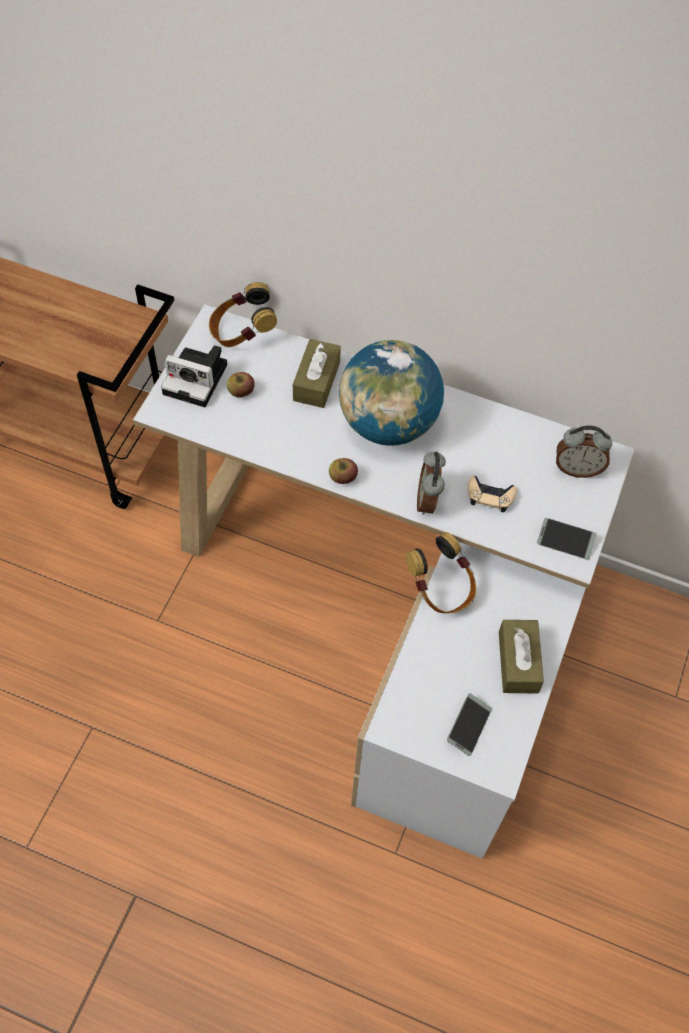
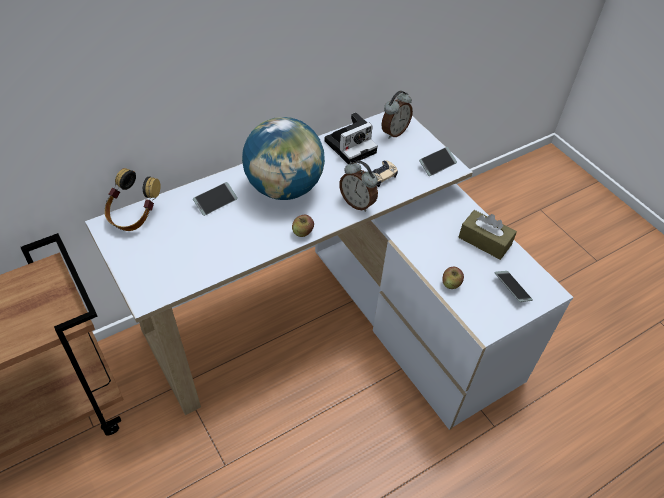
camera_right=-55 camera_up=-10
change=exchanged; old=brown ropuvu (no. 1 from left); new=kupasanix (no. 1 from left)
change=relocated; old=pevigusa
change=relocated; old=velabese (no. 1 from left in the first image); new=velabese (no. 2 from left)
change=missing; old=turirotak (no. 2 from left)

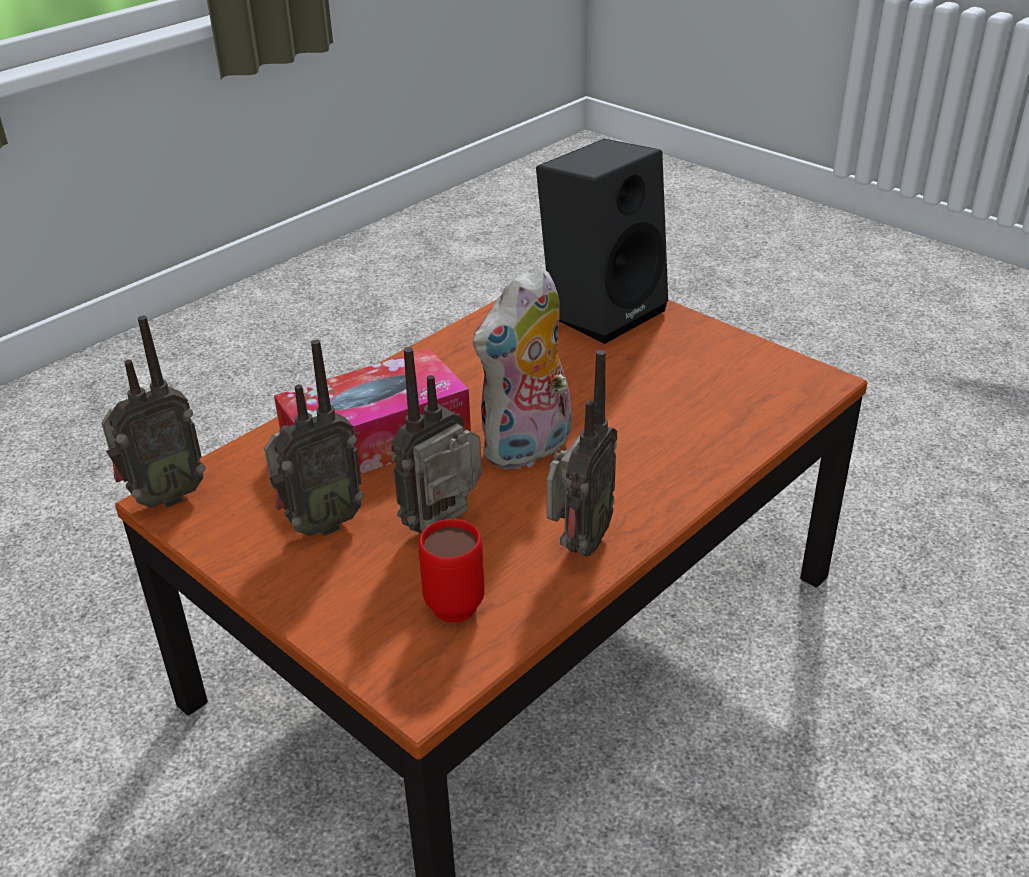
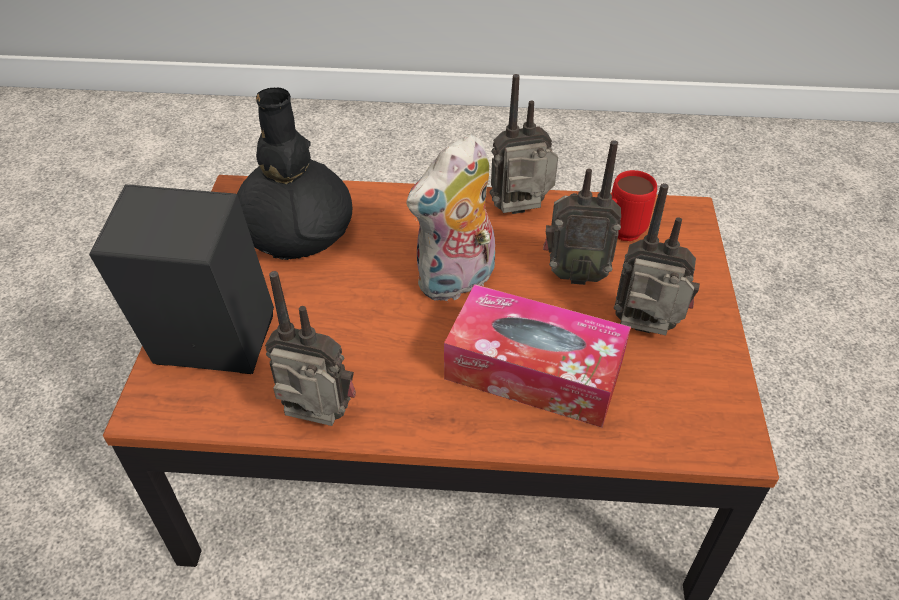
camera_right=-130 camera_up=10
change=spun; old=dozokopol; degrees=135
change=relocated; old=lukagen (no. 1 from left)
change=appeared; new=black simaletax

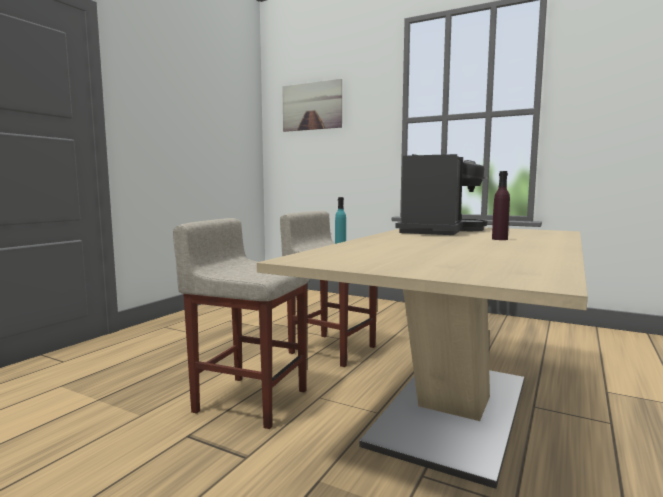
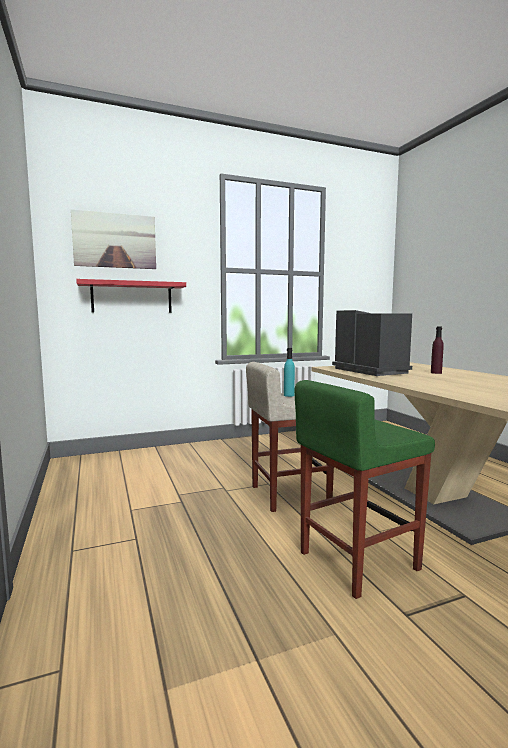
camera_right=-50 camera_up=0
change=colour; old=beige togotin (no. 1 from left); new=green togotin
change=appeared; new=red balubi

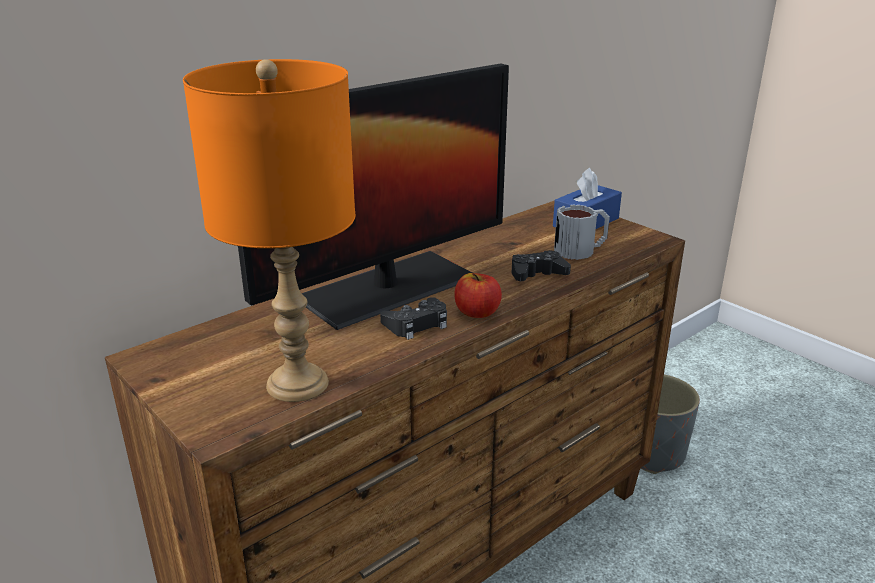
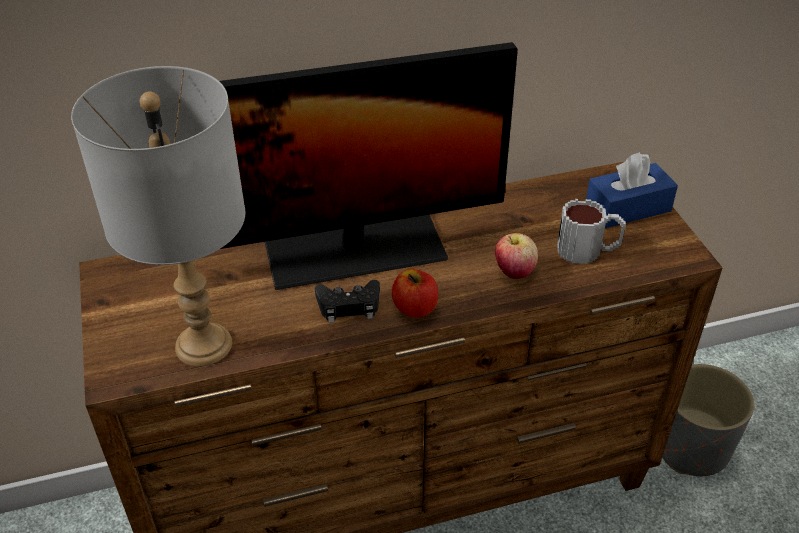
camera_right=25 camera_up=15
change=colour; old=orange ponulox; new=grey ponulox
change=exchanged; old=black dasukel (no. 2 from left); new=velabese (no. 2 from left)

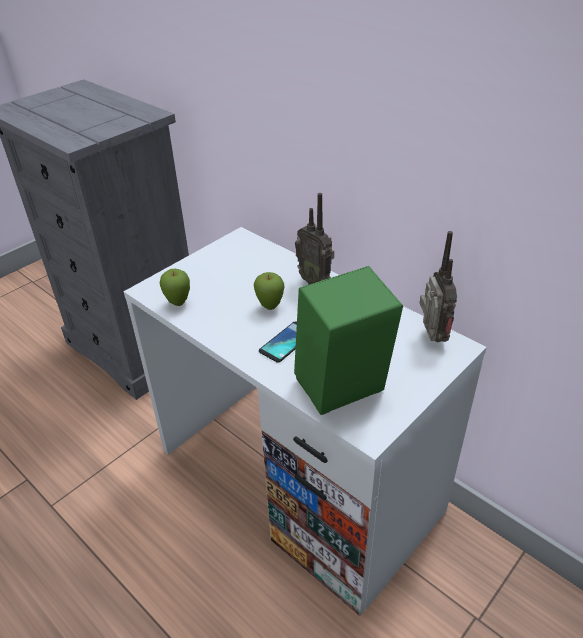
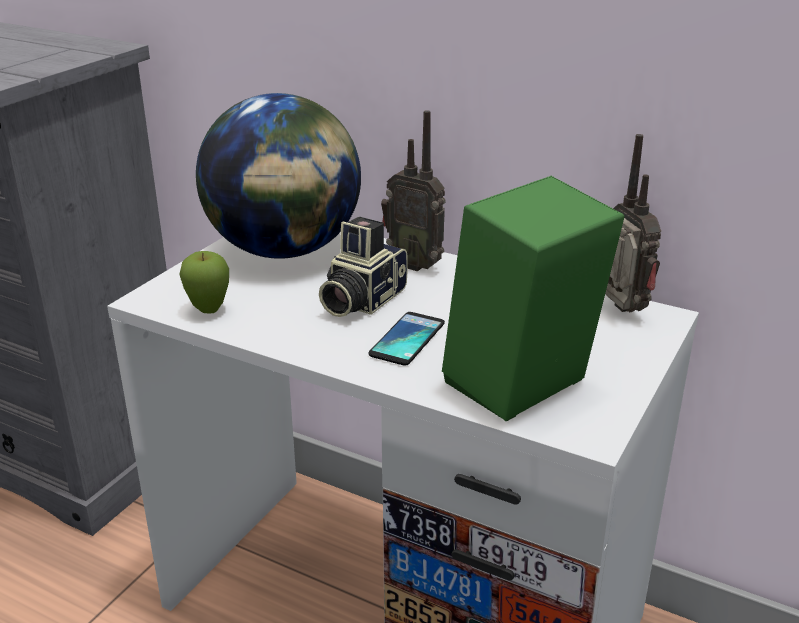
camera_right=-15 camera_up=-10
change=exchanged; old=velabese (no. 2 from left); new=pevigusa
change=appeared; new=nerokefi

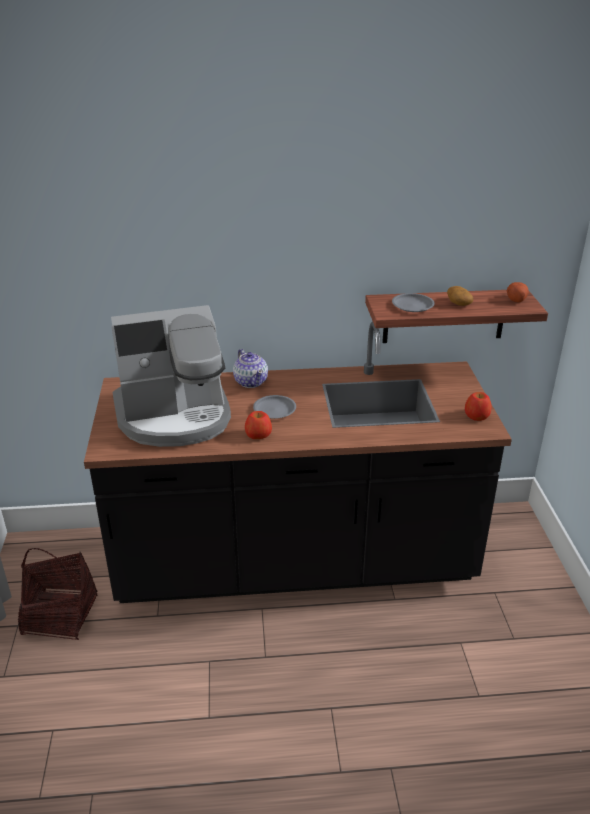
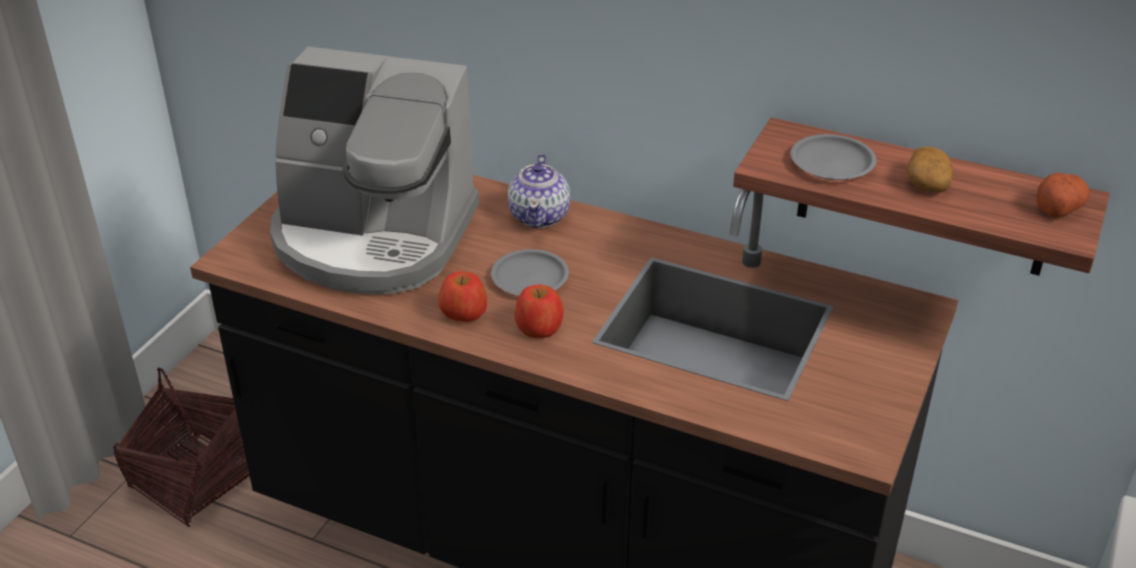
camera_right=30 camera_up=5
change=relocated; old=velabese (no. 2 from left)

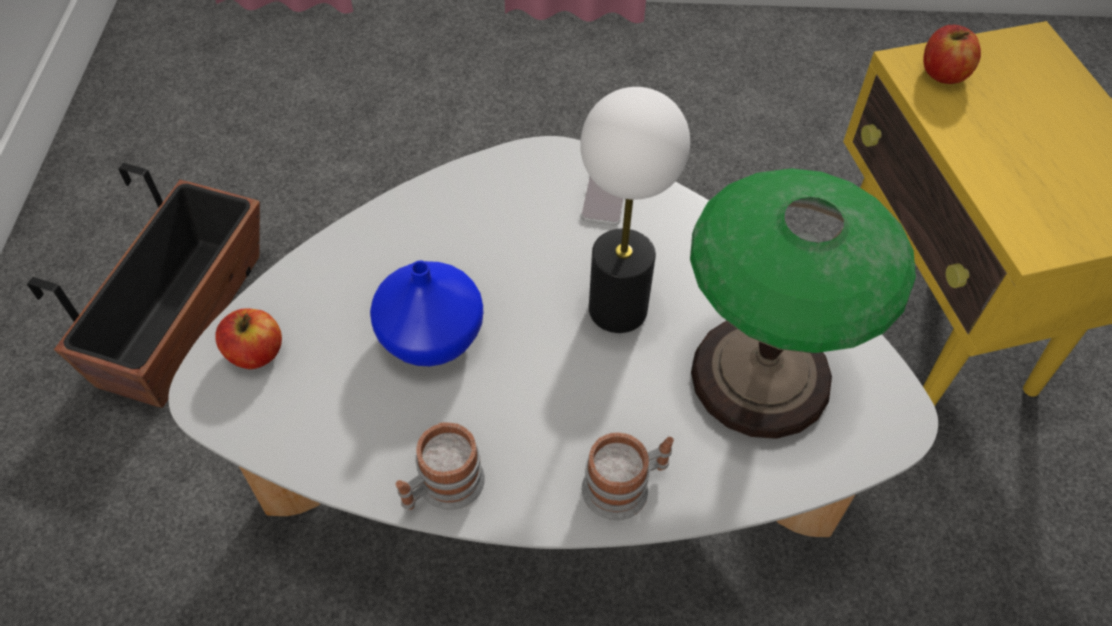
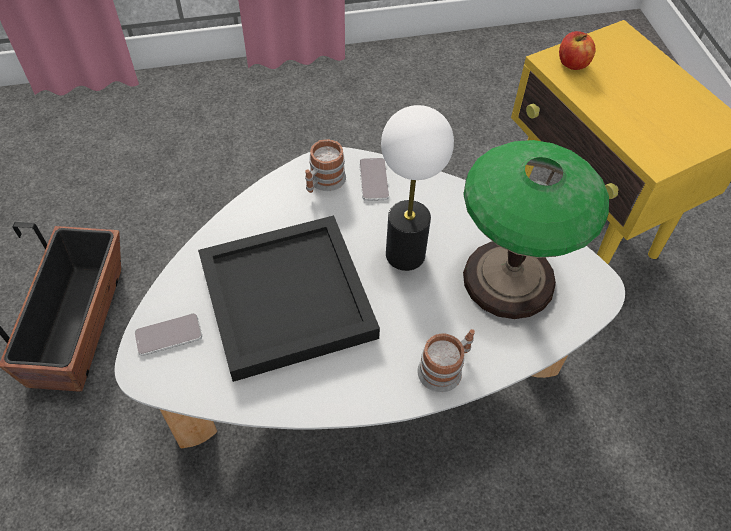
camera_right=-15 camera_up=0
change=exchanged; old=blue simaletax; new=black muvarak
change=exchanged; old=velabese (no. 1 from left); new=kupasanix (no. 1 from left)
change=relocated; old=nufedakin (no. 1 from left)

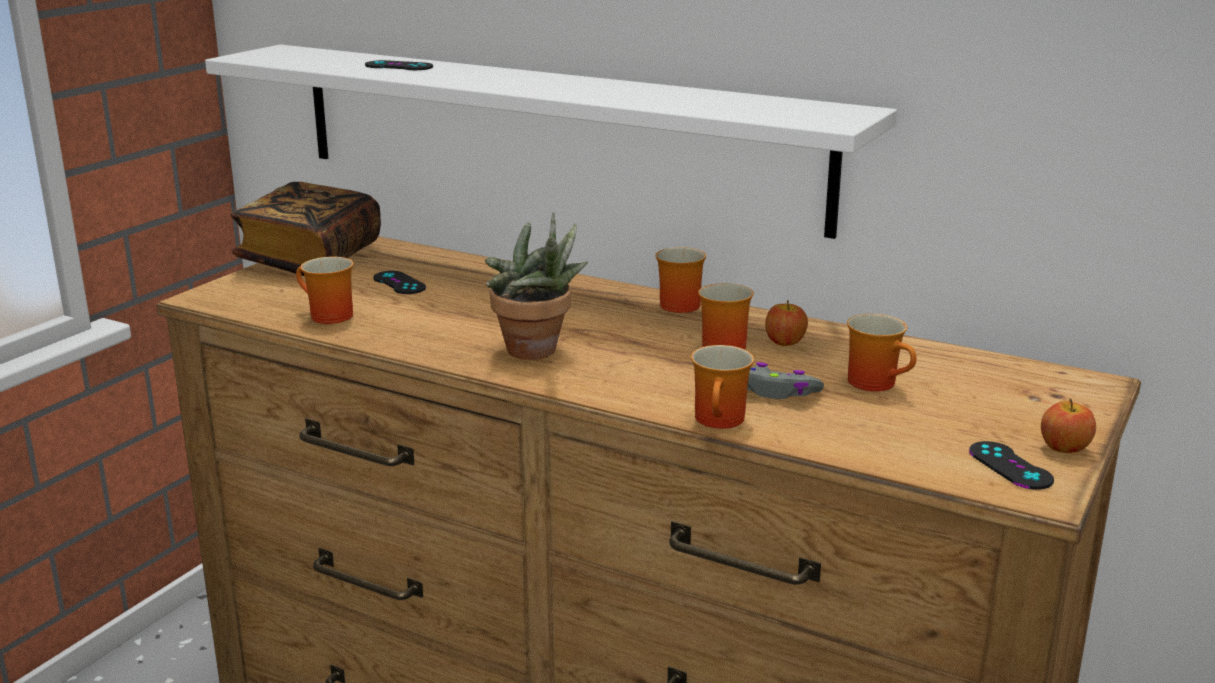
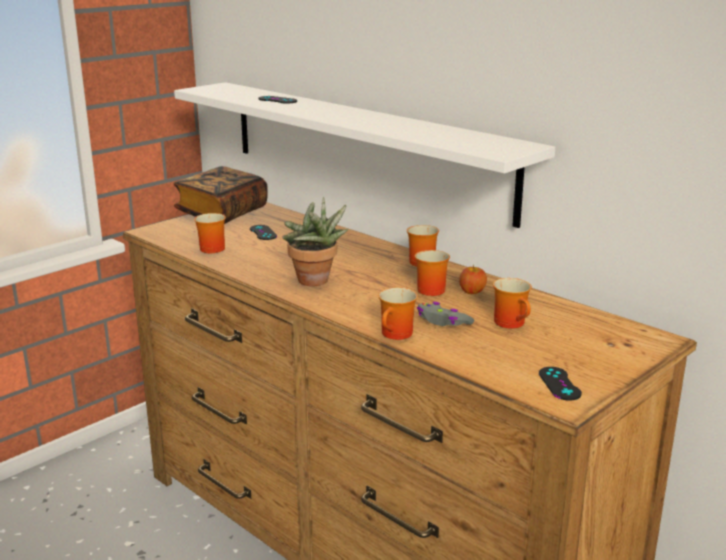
camera_right=15 camera_up=0
change=missing; old=velabese (no. 2 from left)

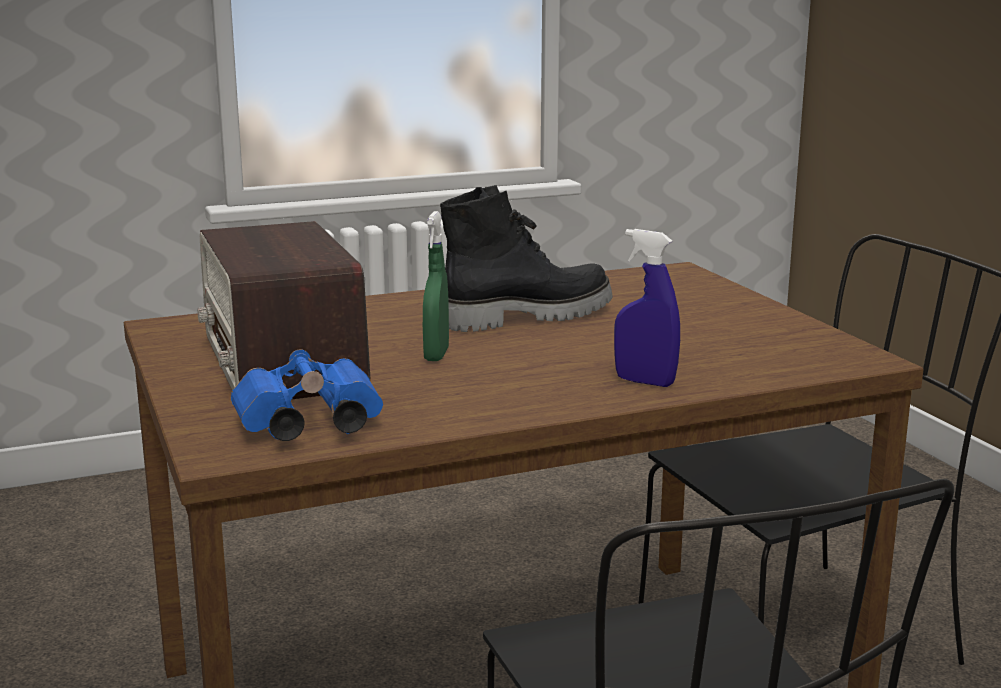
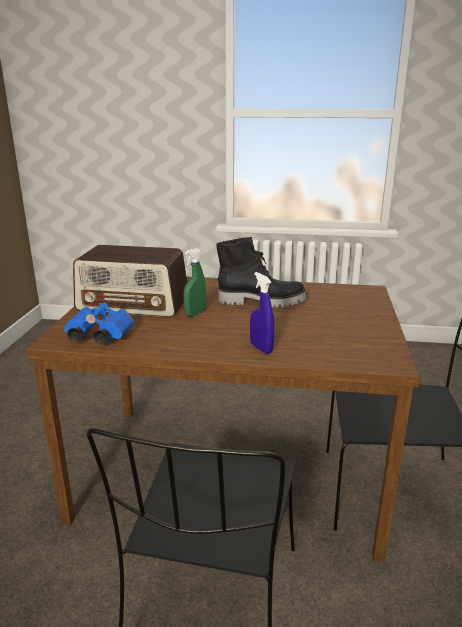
camera_right=30 camera_up=5
change=spun; old=lukagen; degrees=-90

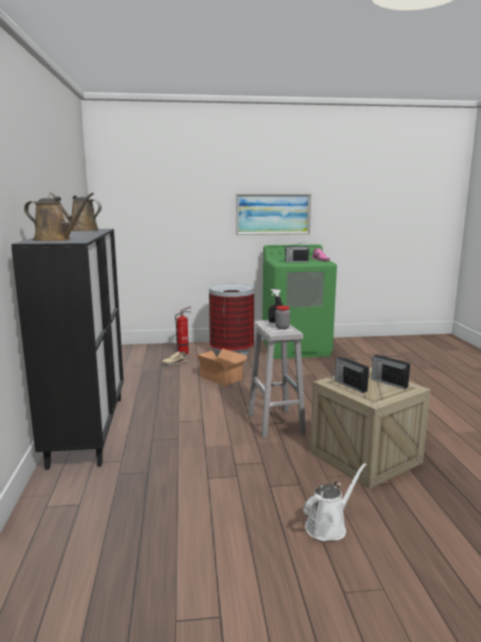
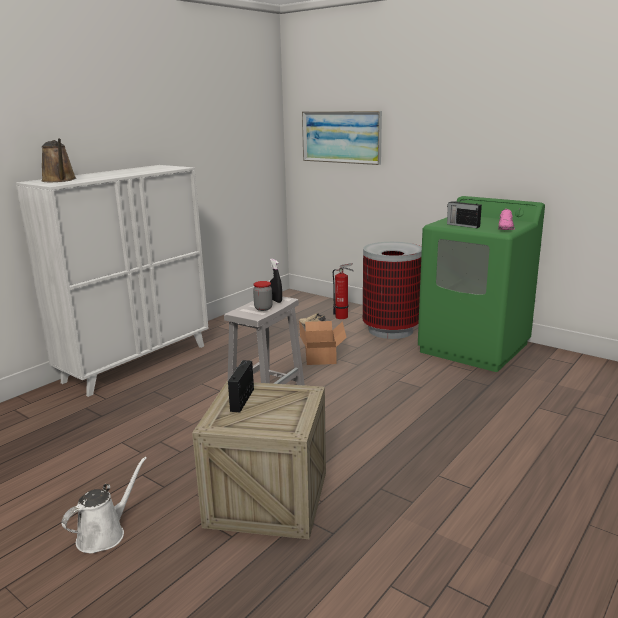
camera_right=45 camera_up=5
change=missing; old=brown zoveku (no. 2 from left)
change=relocated; old=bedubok
change=colour; old=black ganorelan; new=white ganorelan
change=missing; old=lukagen (no. 3 from left)
change=spun; old=white zoveku; degrees=-60

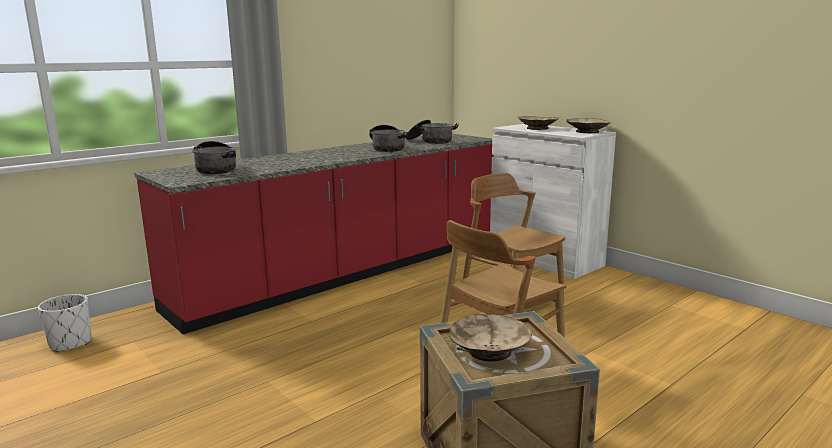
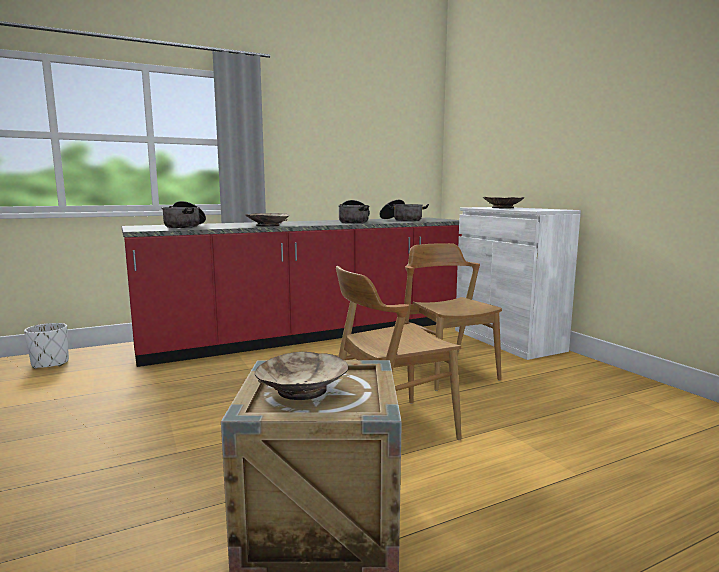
camera_right=15 camera_up=-5
change=relocated; old=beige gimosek (no. 3 from left in the first image); new=beige gimosek (no. 1 from left)

